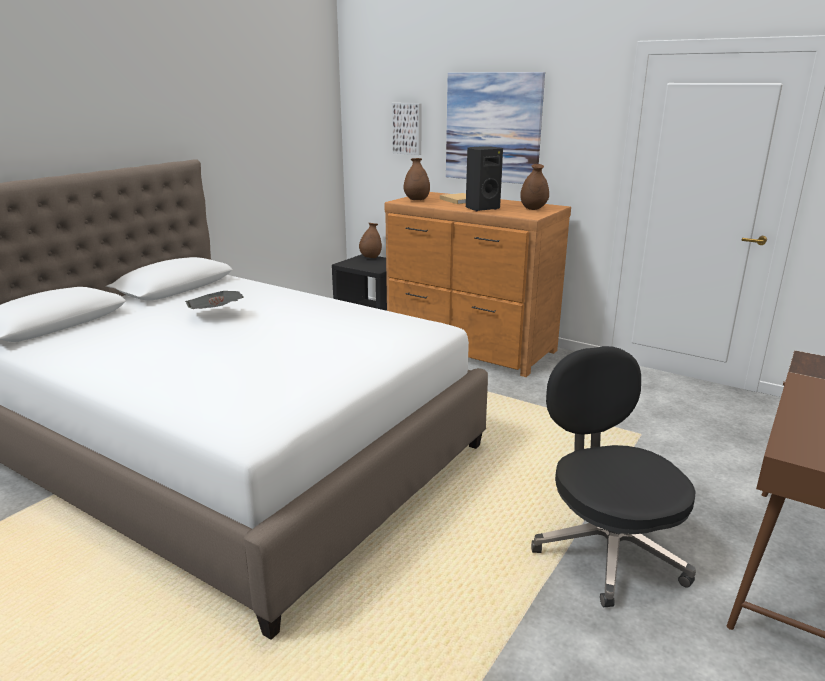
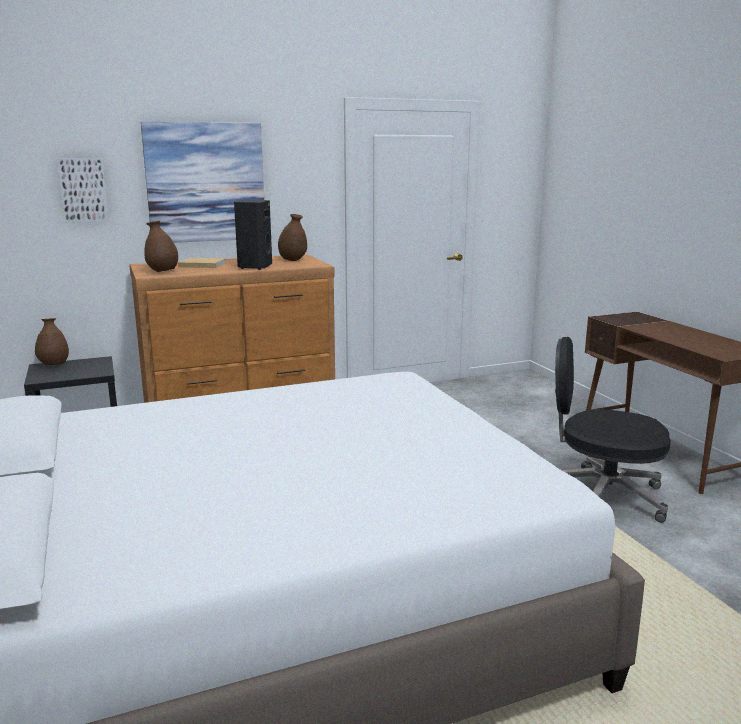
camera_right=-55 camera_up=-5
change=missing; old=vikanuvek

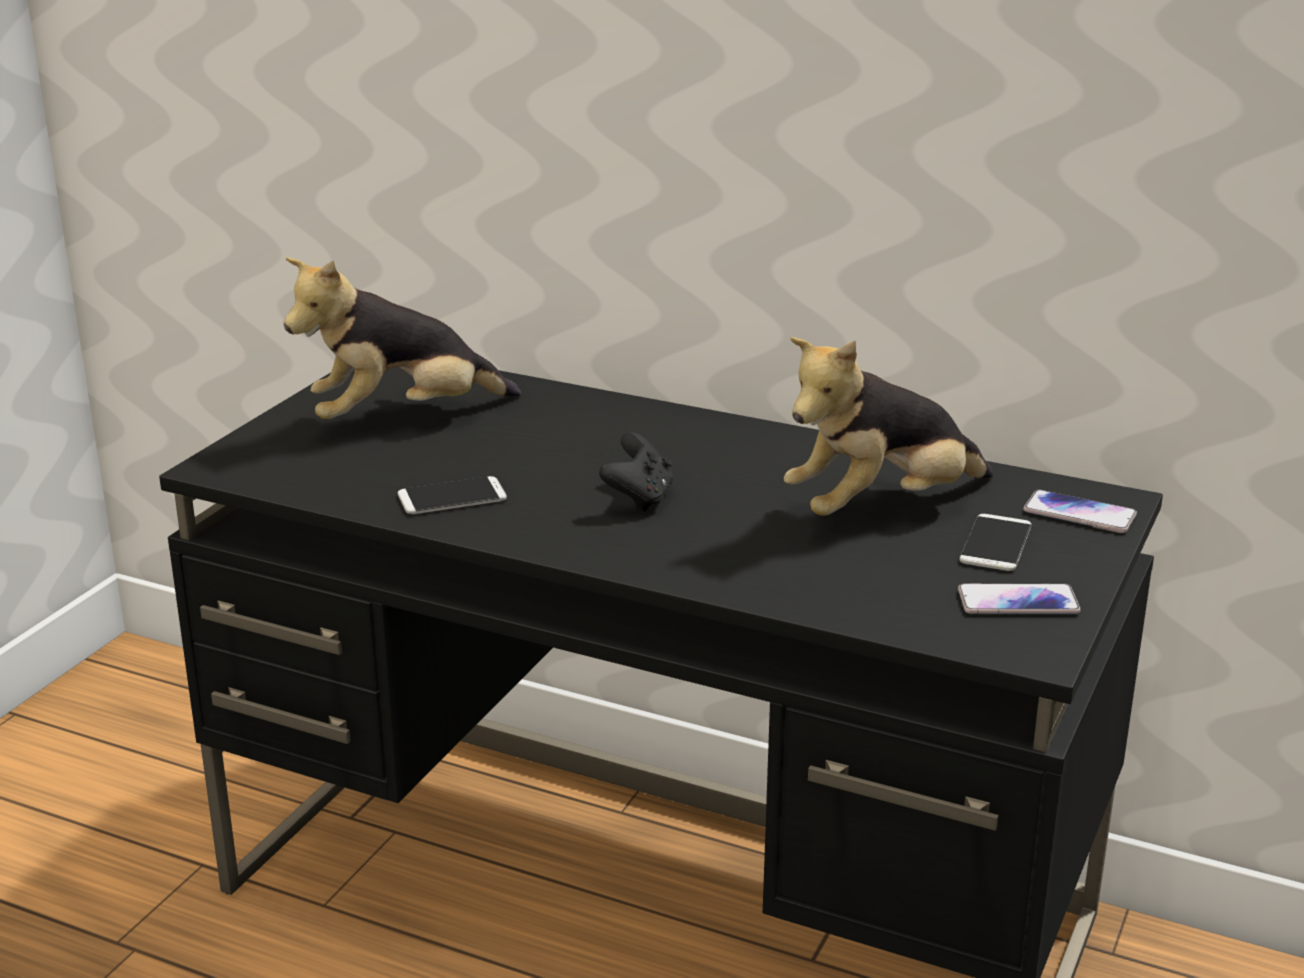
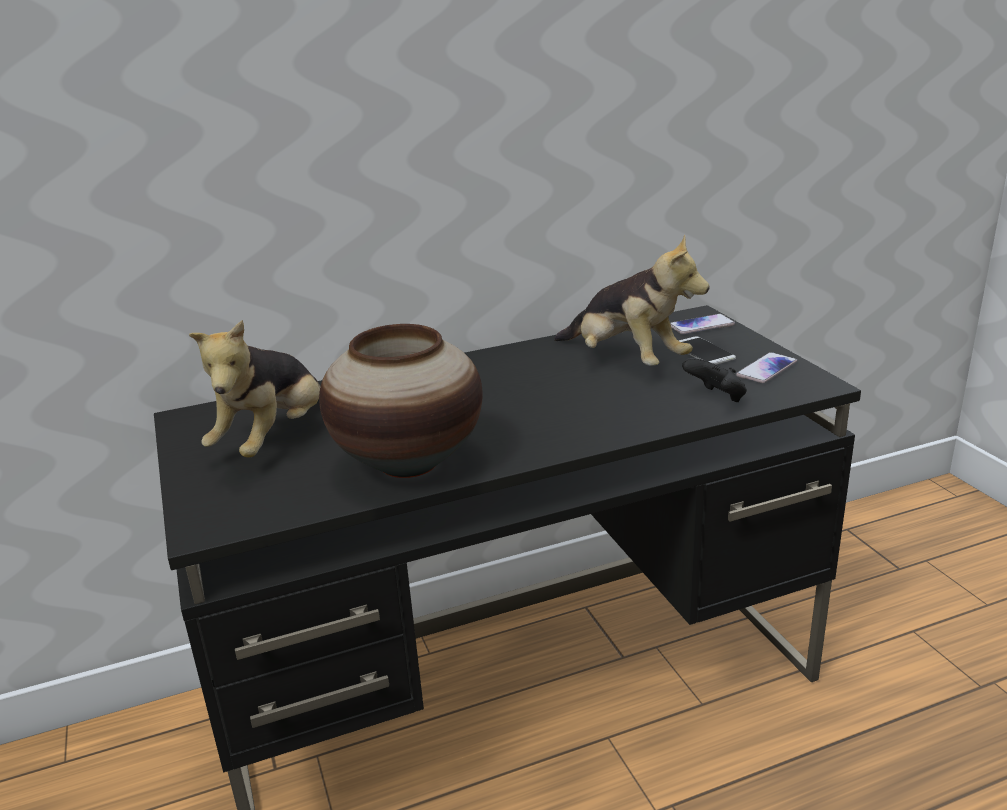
camera_right=-45 camera_up=0
change=spun; old=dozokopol (no. 2 from left); degrees=-60
change=relocated; old=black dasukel
change=exchanged; old=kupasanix (no. 1 from left); new=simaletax

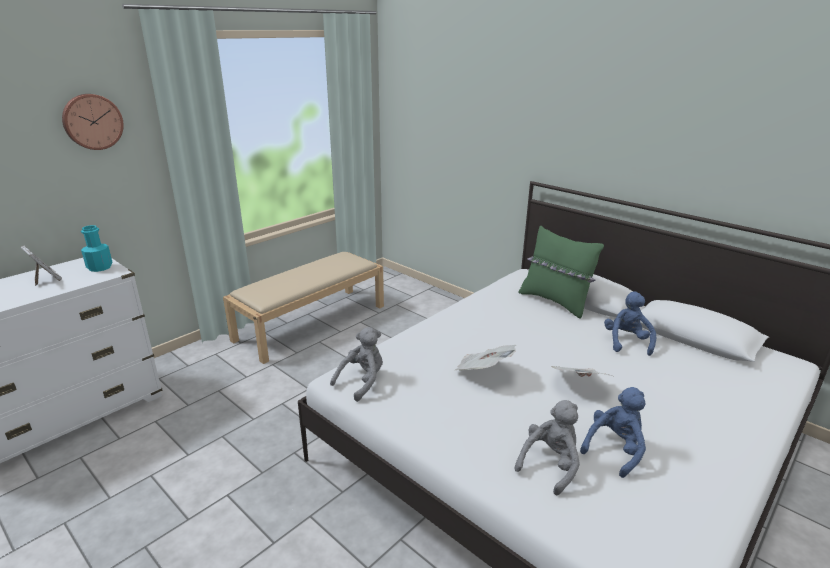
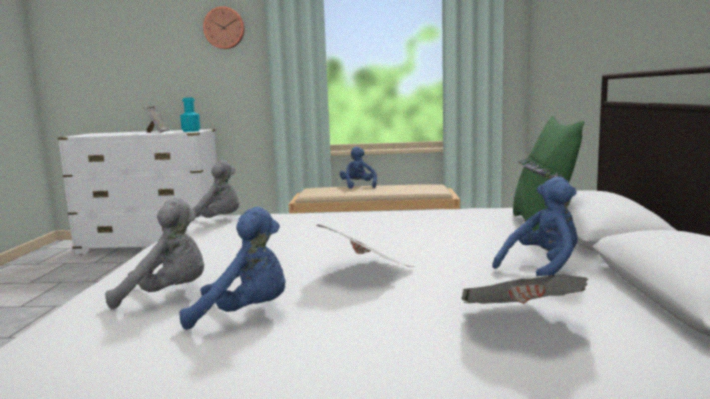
camera_right=50 camera_up=-15
change=relocated; old=vikanuvek (no. 1 from left in the first image); new=vikanuvek (no. 2 from left)
change=appeared; new=blue dozokopol (no. 2 from left)

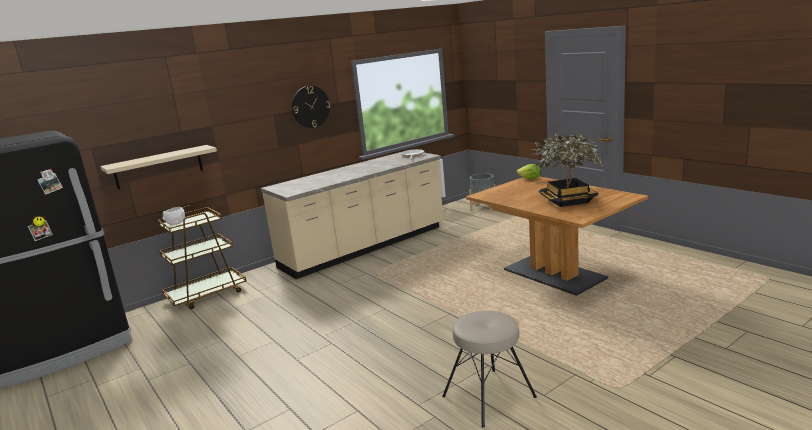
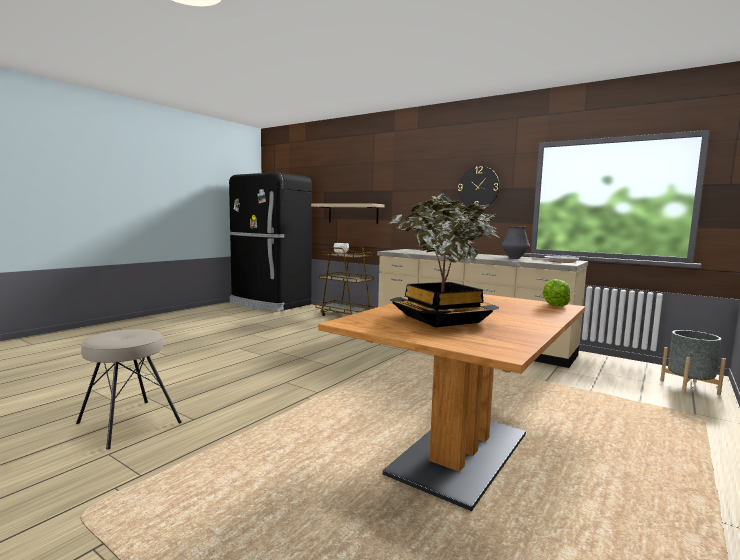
camera_right=70 camera_up=-10
change=appeared; new=simaletax

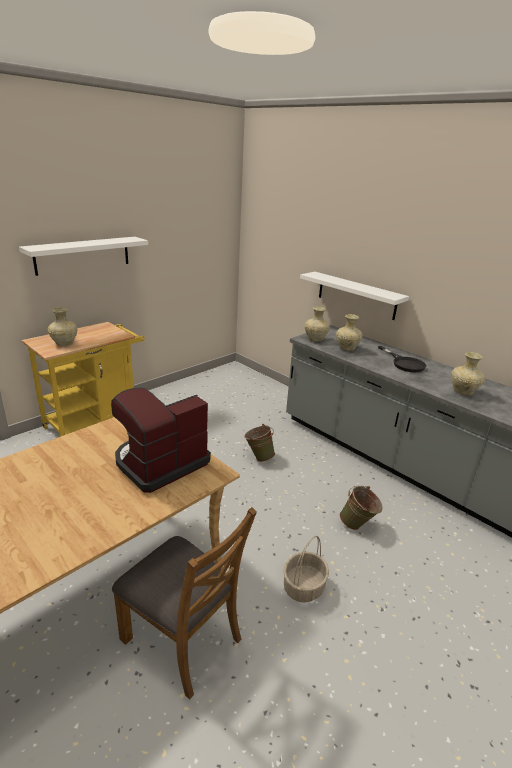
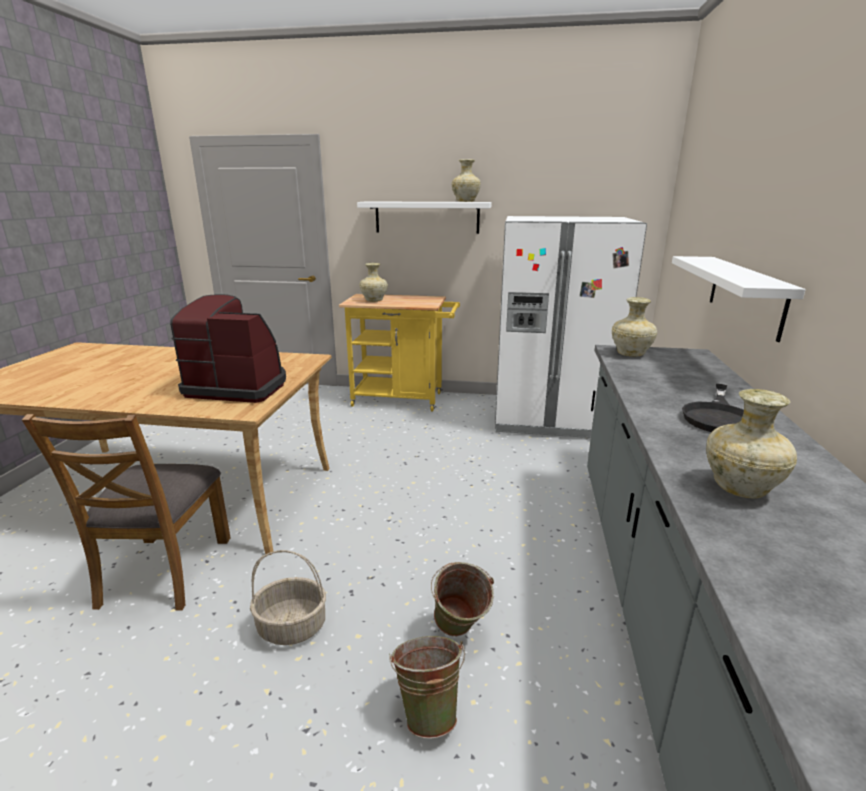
camera_right=55 camera_up=-5
change=relocated; old=beige simaletax (no. 3 from left in the first image); new=beige simaletax (no. 2 from left)
change=relocated; old=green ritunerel (no. 1 from left)
change=appeared; new=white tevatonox

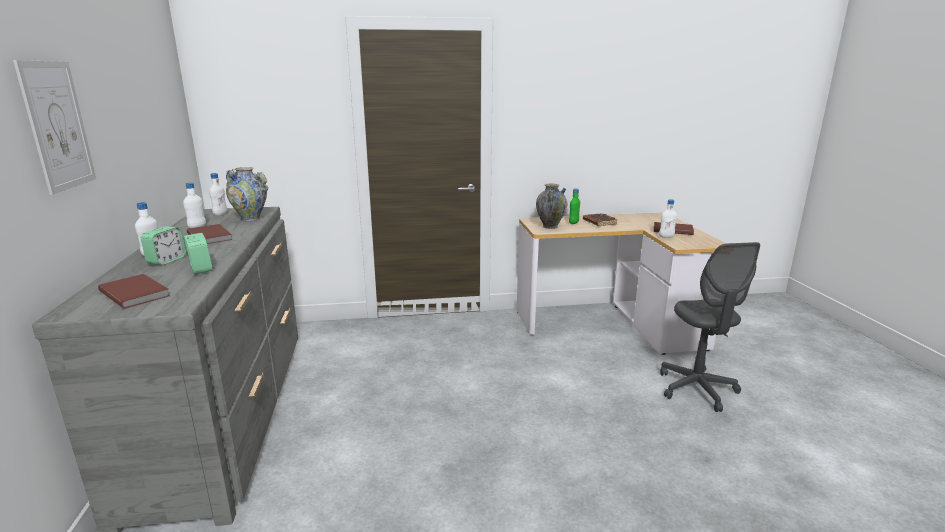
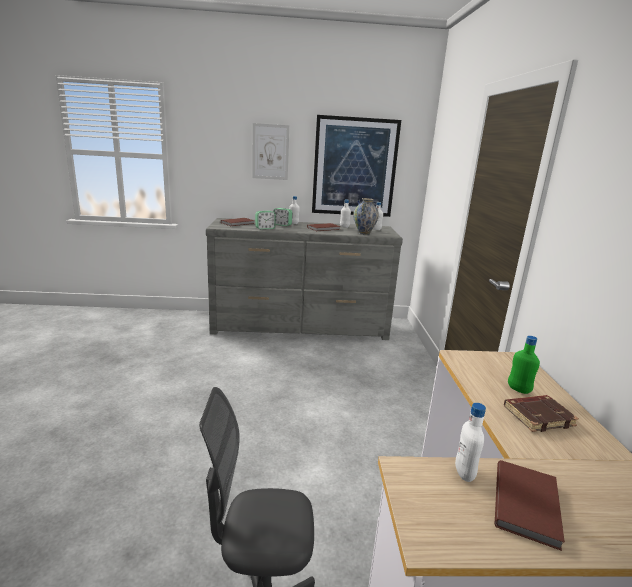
camera_right=95 camera_up=0
change=missing; old=simaletax (no. 2 from left)
change=appeared; new=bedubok (no. 2 from left)

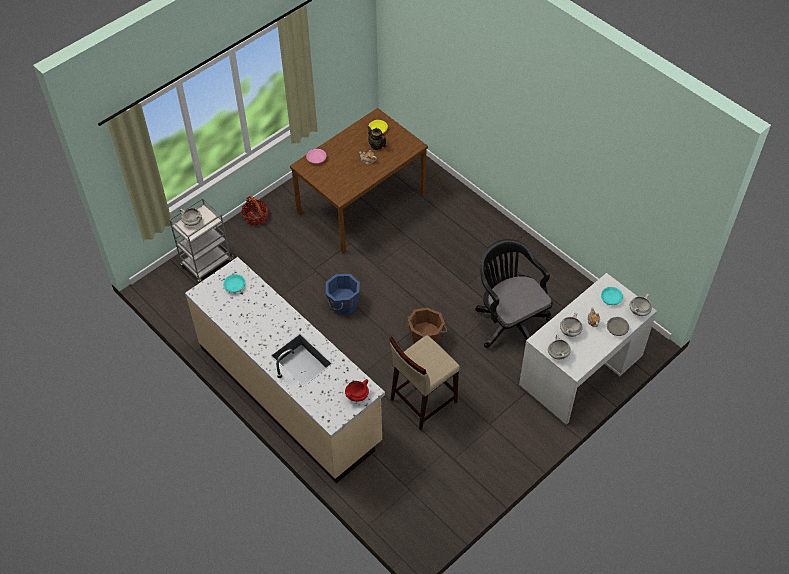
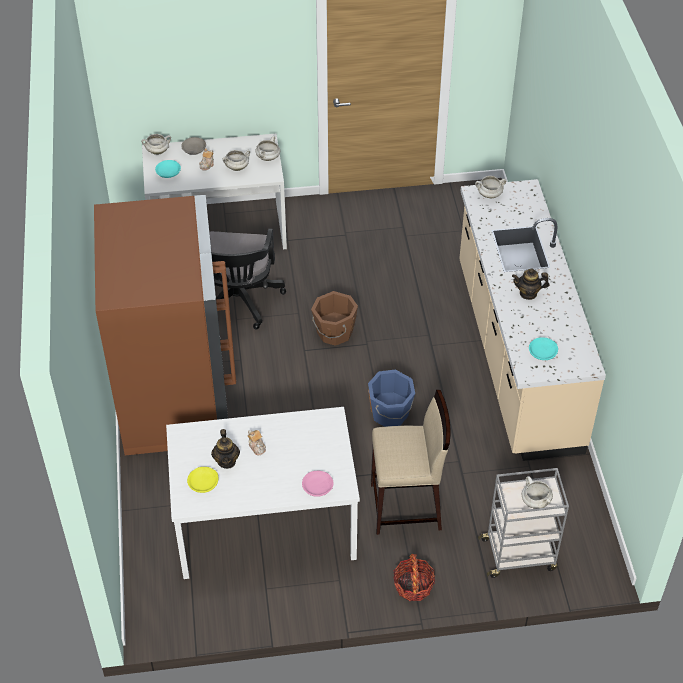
camera_right=-145 camera_up=-5
change=colour; old=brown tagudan; new=white tagudan
change=relocated; old=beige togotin
change=colour; old=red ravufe; new=white ravufe (no. 4 from left)
change=appeared; new=brown tevatonox
change=appeared; new=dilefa (no. 4 from left)

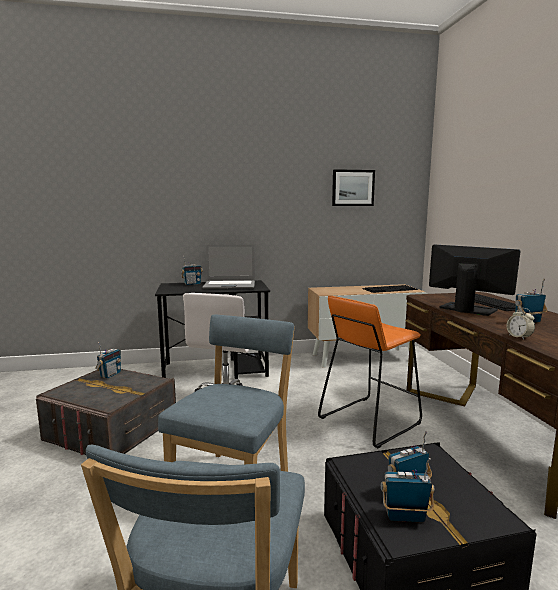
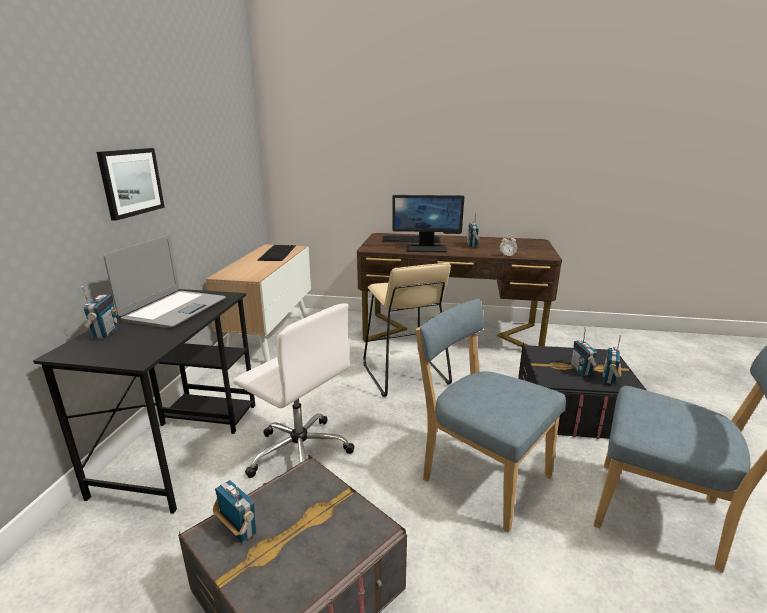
camera_right=-70 camera_up=10
change=relocated; old=bedubok
change=spun; old=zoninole; degrees=-150
change=colour; old=orange togotin; new=beige togotin

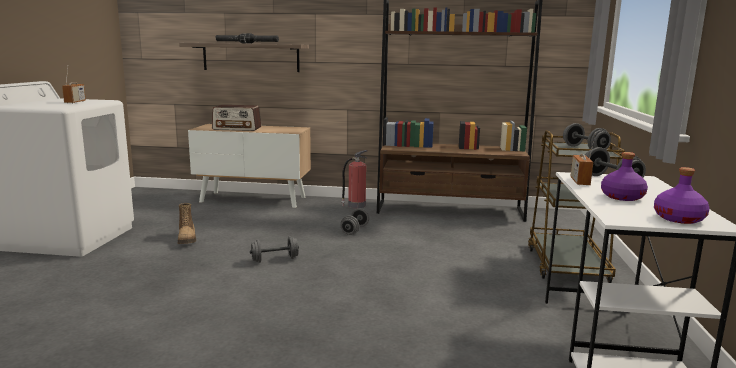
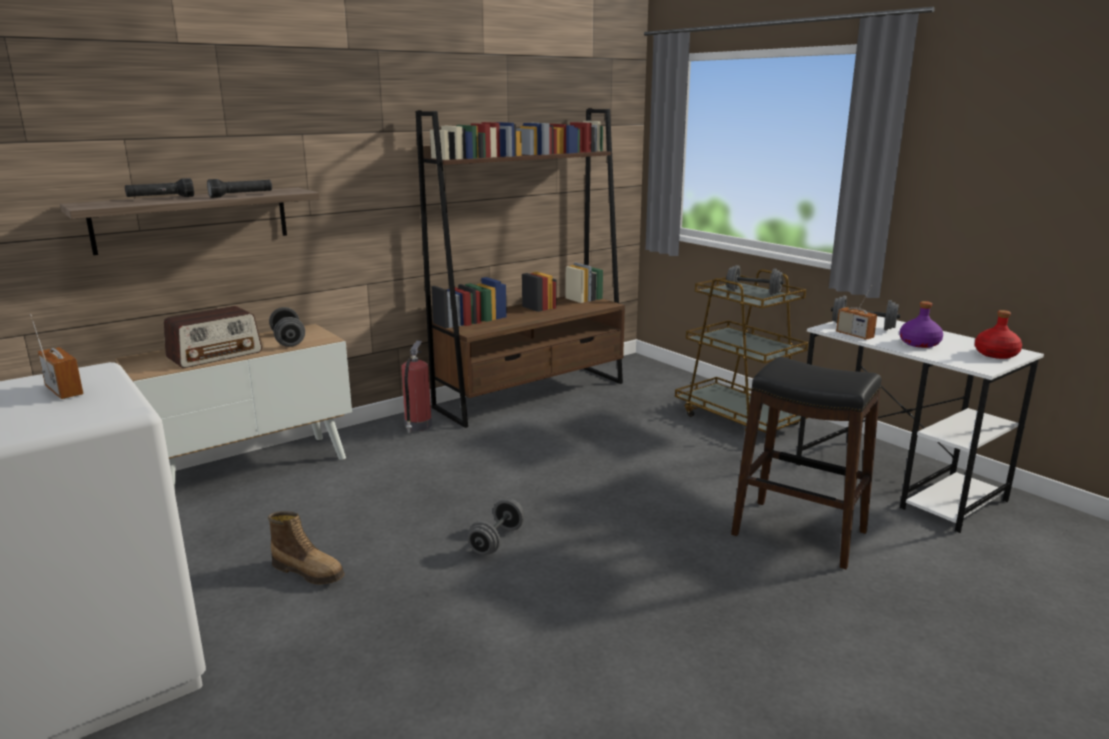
camera_right=-45 camera_up=5
change=colour; old=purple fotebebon (no. 2 from left); new=red fotebebon
change=relocated; old=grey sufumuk (no. 2 from left in the first image); new=grey sufumuk (no. 1 from left)
change=appeared; new=black togotin

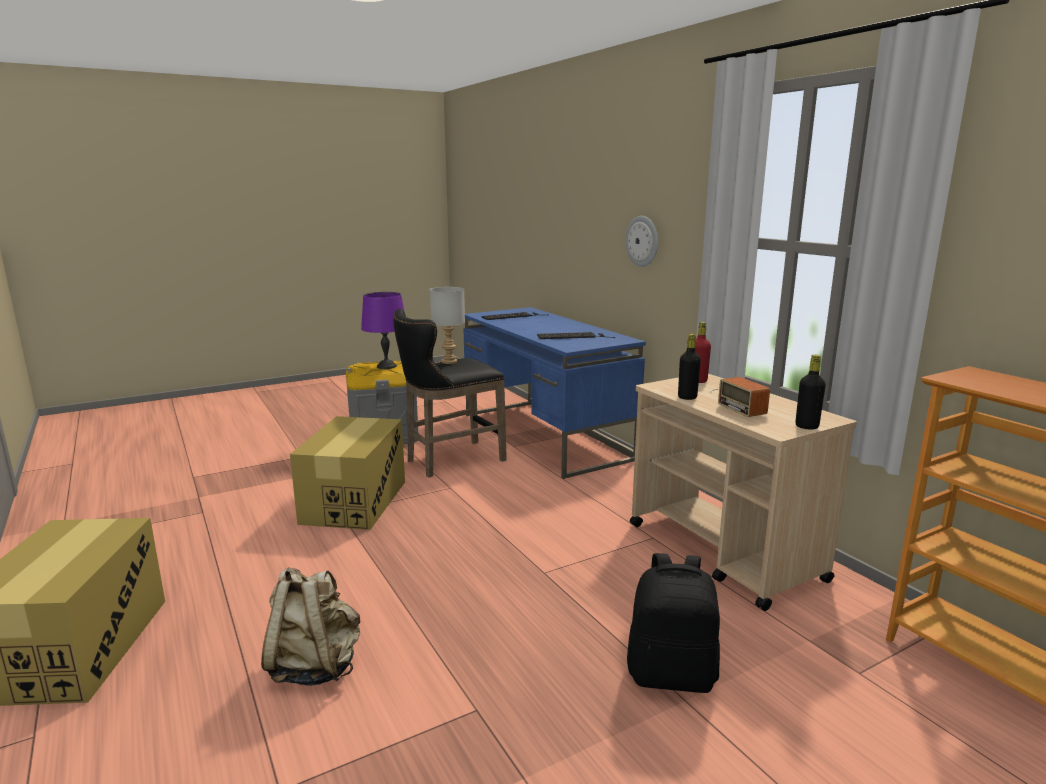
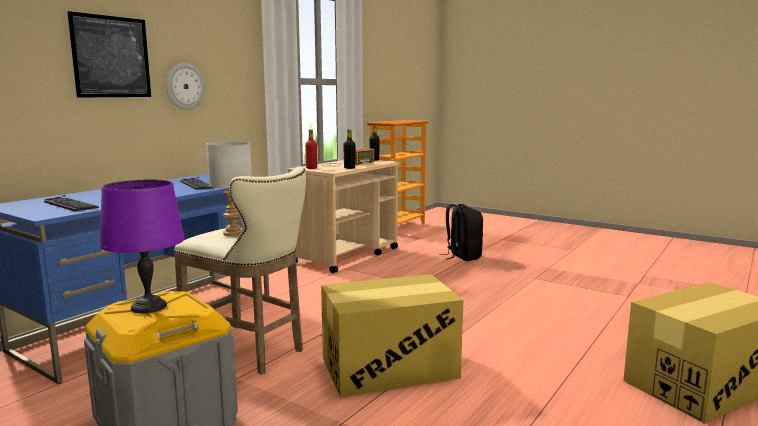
camera_right=-115 camera_up=-5
change=colour; old=black togotin; new=beige togotin
change=missing; old=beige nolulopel
change=appeared; new=bedubok

